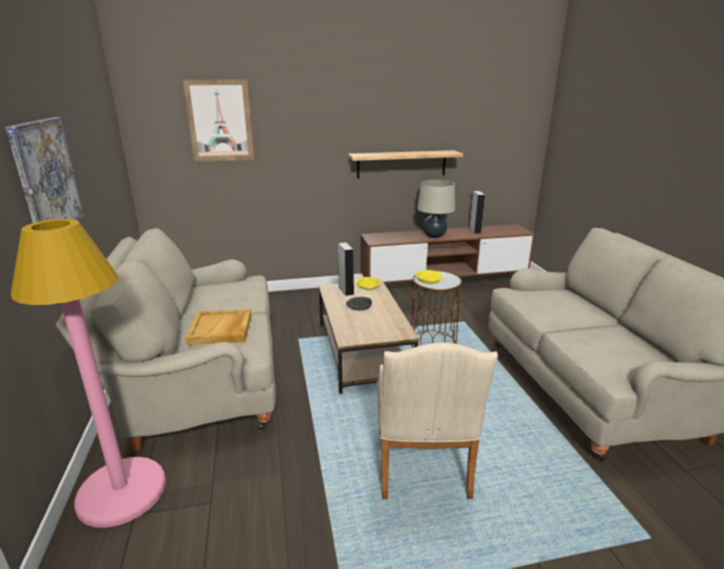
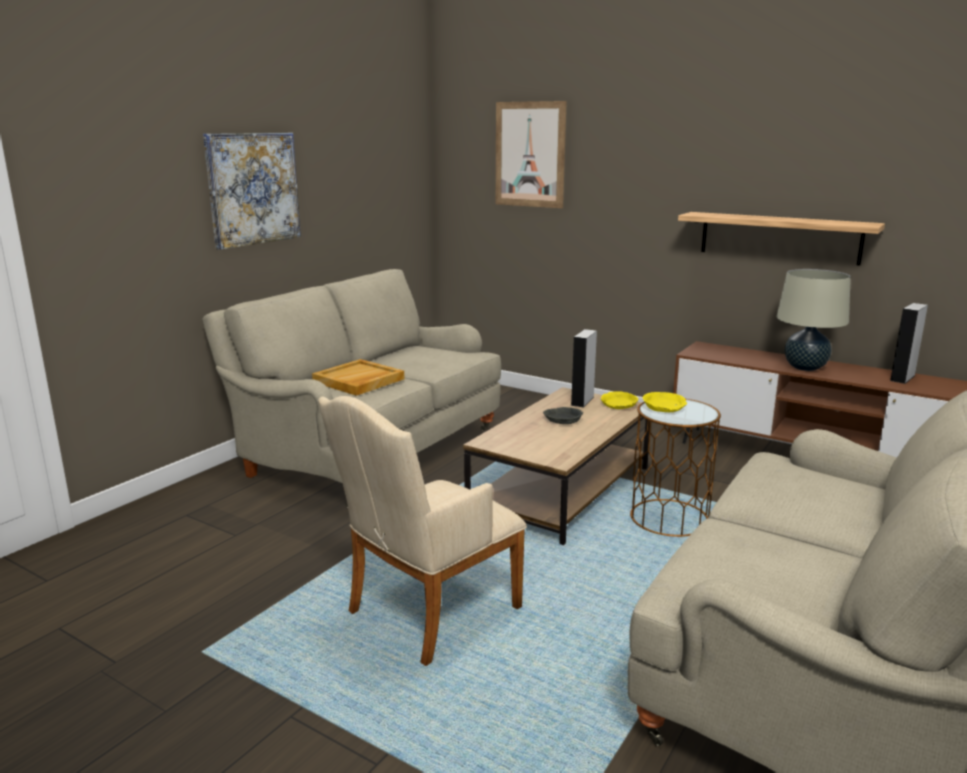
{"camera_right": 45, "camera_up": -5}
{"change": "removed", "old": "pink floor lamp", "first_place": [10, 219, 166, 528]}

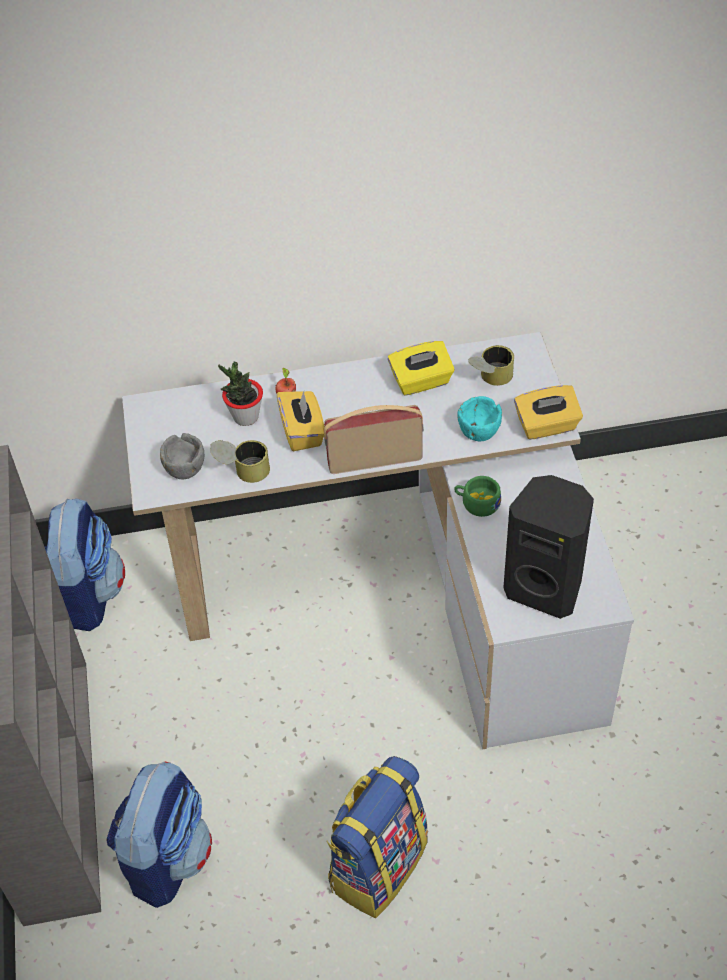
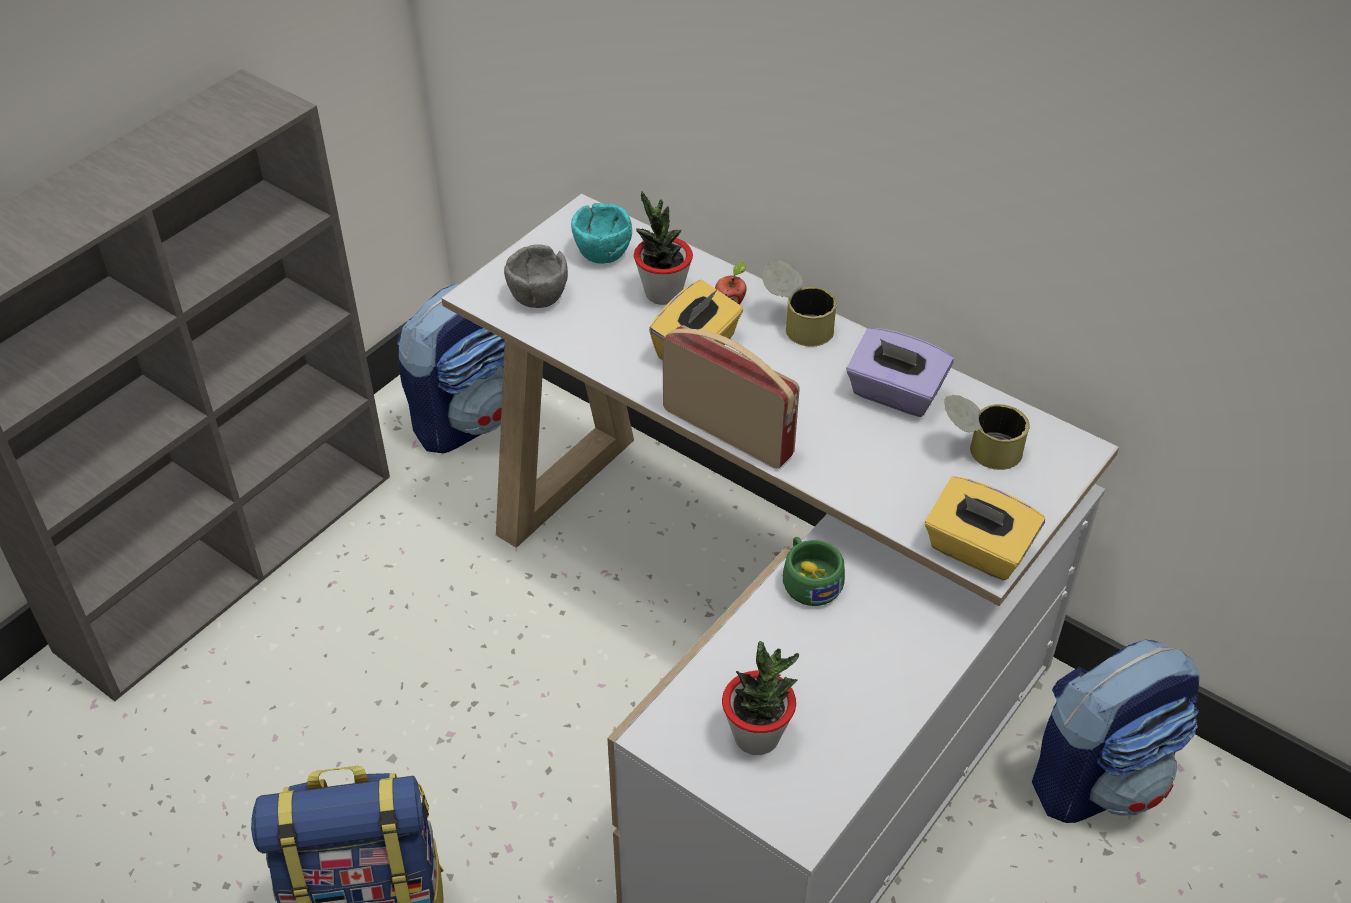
{"camera_right": 45, "camera_up": -5}
{"change": "recoloured", "old": "yellowish tissue holder", "new": "purplish tissue holder", "first_place": [388, 341, 455, 396], "second_place": [846, 328, 954, 417]}
{"change": "moved", "old": "turquoise-coloured bowl", "first_place": [457, 396, 502, 441], "second_place": [571, 203, 632, 264]}
{"change": "moved", "old": "can", "first_place": [210, 440, 270, 483], "second_place": [762, 260, 837, 347]}
{"change": "replaced", "old": "black-coloured audio speaker", "new": "houseplant", "first_place": [503, 475, 594, 619], "second_place": [722, 641, 799, 755]}
{"change": "moved", "old": "backpack", "first_place": [106, 761, 212, 908], "second_place": [1032, 640, 1200, 823]}

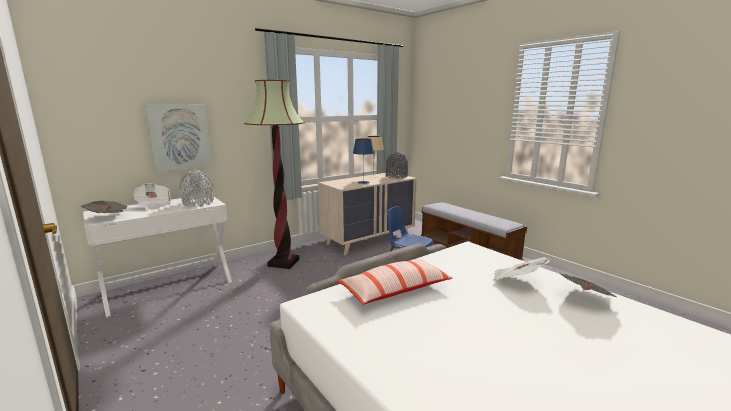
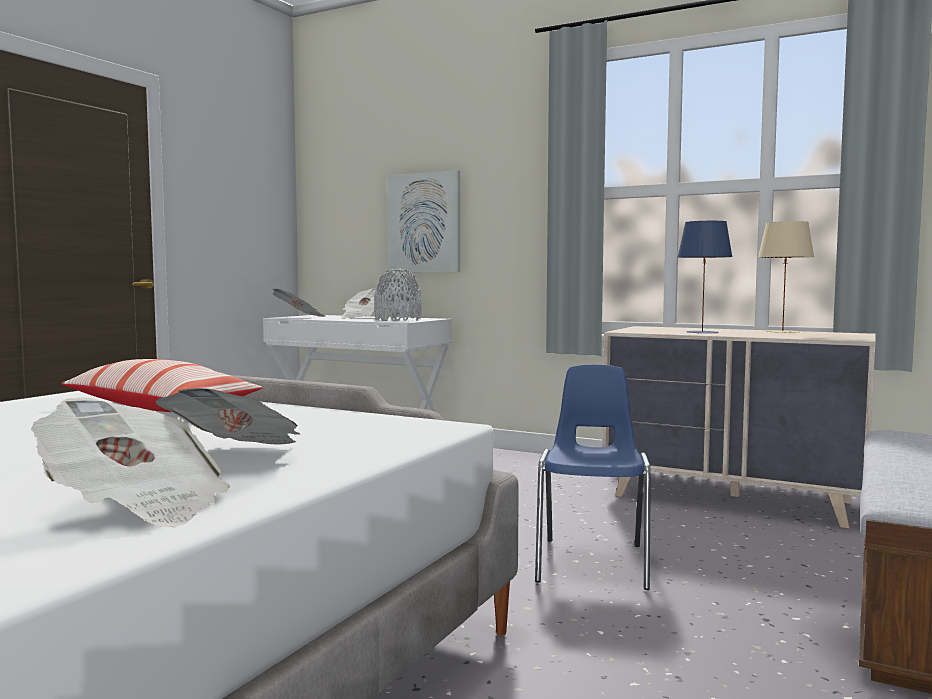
{"camera_right": 65, "camera_up": -10}
{"change": "removed", "old": "floor lamp", "first_place": [244, 80, 305, 269]}
{"change": "removed", "old": "gray flower vase", "first_place": [386, 152, 408, 178]}

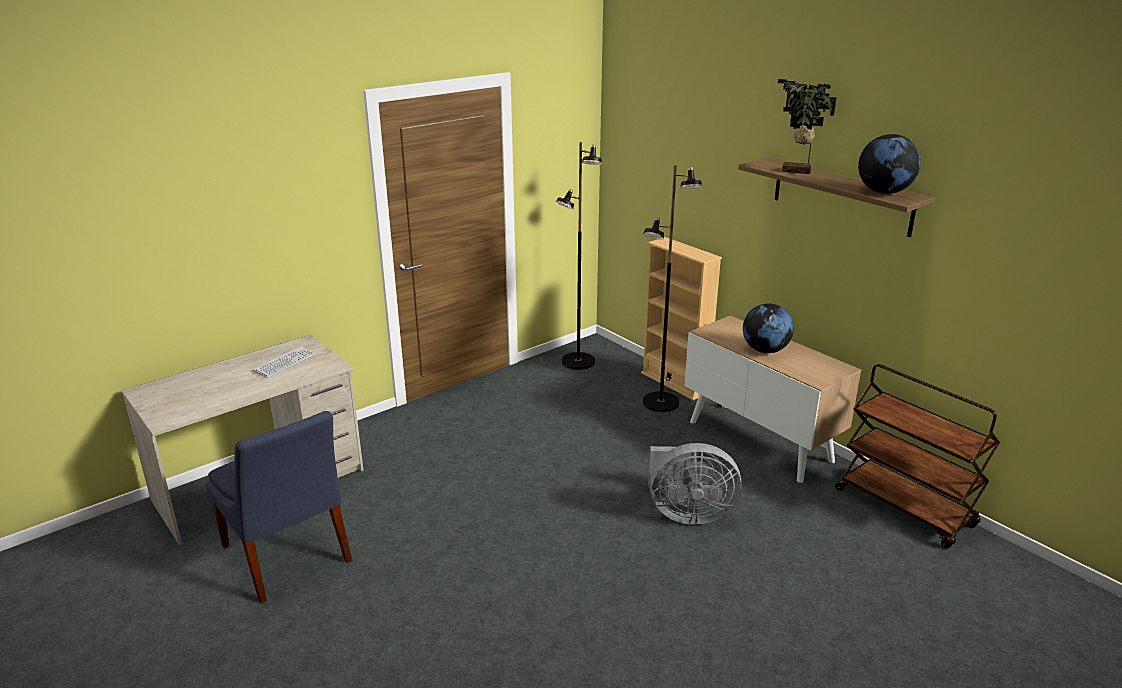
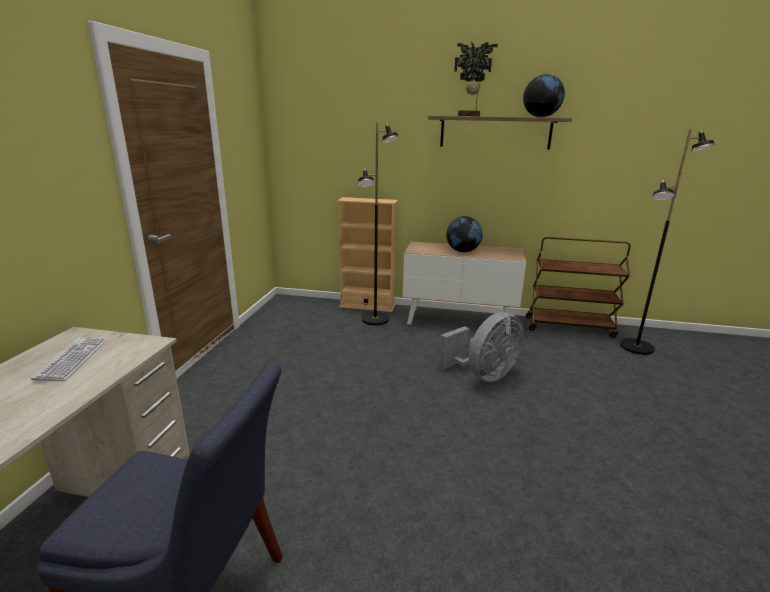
{"camera_right": -40, "camera_up": -5}
{"change": "moved", "old": "black-coloured floor lamp", "first_place": [556, 142, 602, 370], "second_place": [620, 129, 715, 355]}

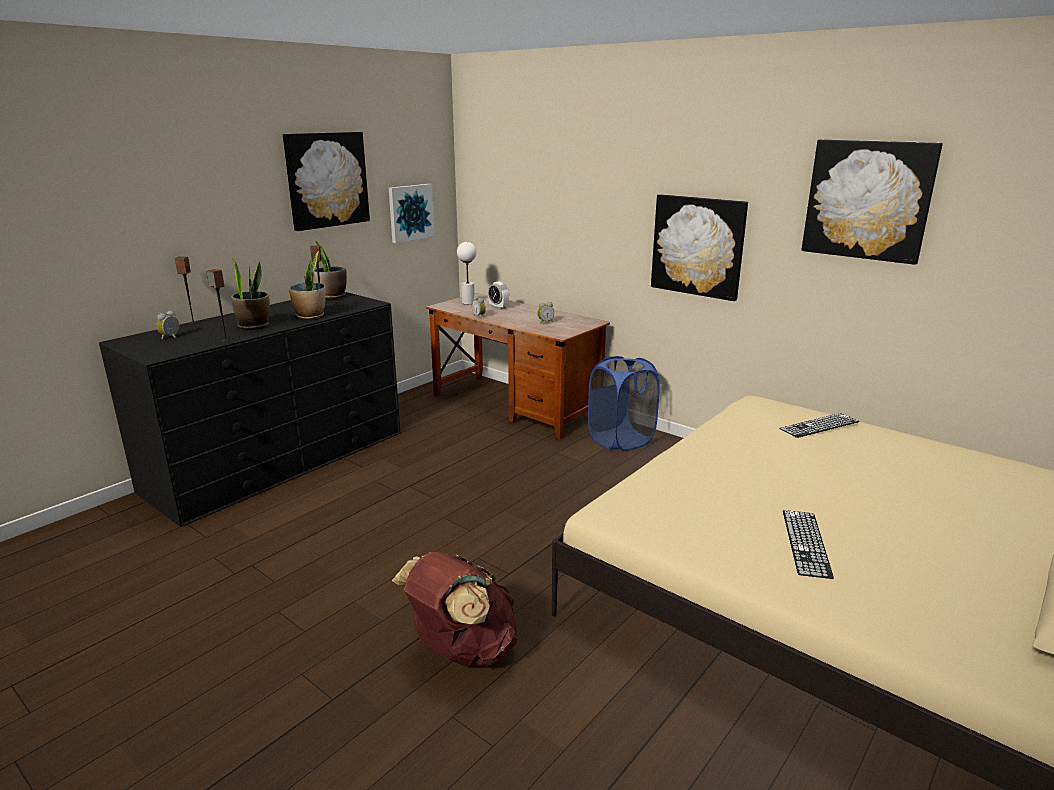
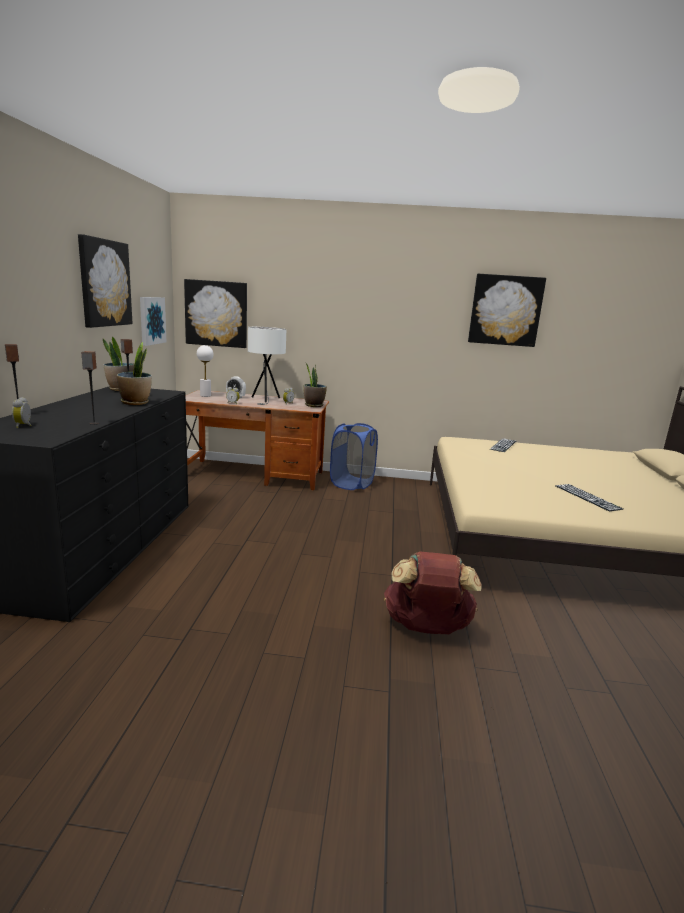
{"camera_right": -35, "camera_up": -5}
{"change": "moved", "old": "picture", "first_place": [651, 194, 748, 301], "second_place": [184, 279, 247, 348]}
{"change": "moved", "old": "houseplant", "first_place": [231, 258, 270, 330], "second_place": [304, 363, 327, 407]}
{"change": "added", "new": "white-coloured tabletop lamp", "second_place": [248, 327, 286, 405]}

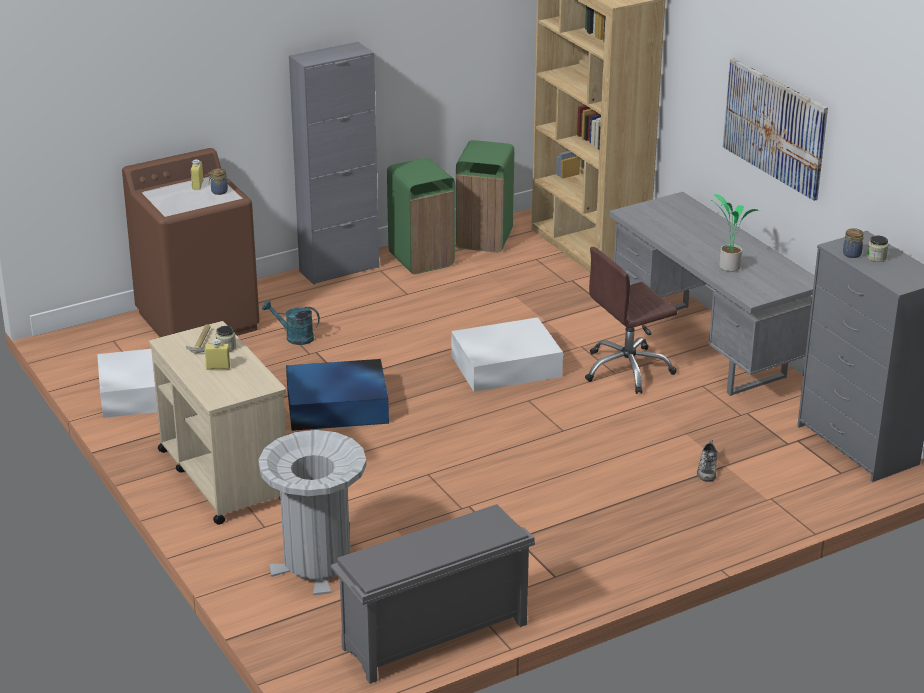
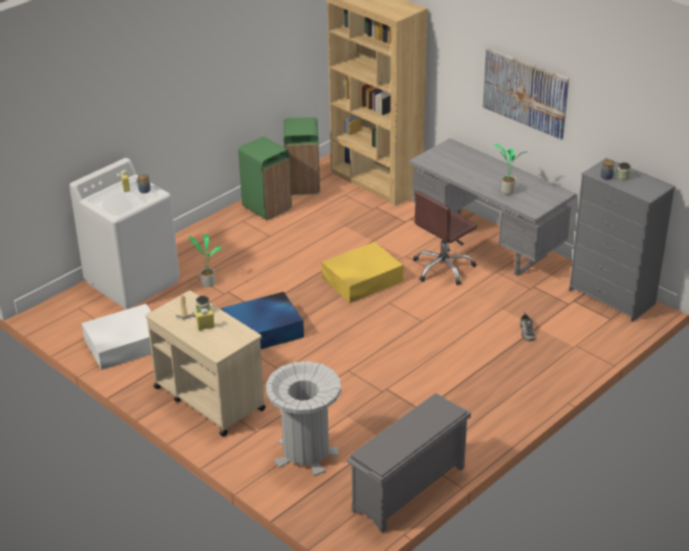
{"camera_right": -15, "camera_up": 5}
{"change": "removed", "old": "gray storage cabinet", "first_place": [289, 42, 379, 285]}
{"change": "recoloured", "old": "brown laundry machine", "new": "white-coloured laundry machine", "first_place": [122, 148, 260, 337], "second_place": [69, 158, 180, 309]}
{"change": "replaced", "old": "turquoise-coloured watering pot", "new": "houseplant", "first_place": [262, 300, 320, 345], "second_place": [188, 234, 222, 287]}
{"change": "recoloured", "old": "white-coloured storage container", "new": "yellowish storage container", "first_place": [451, 317, 563, 392], "second_place": [322, 242, 403, 303]}

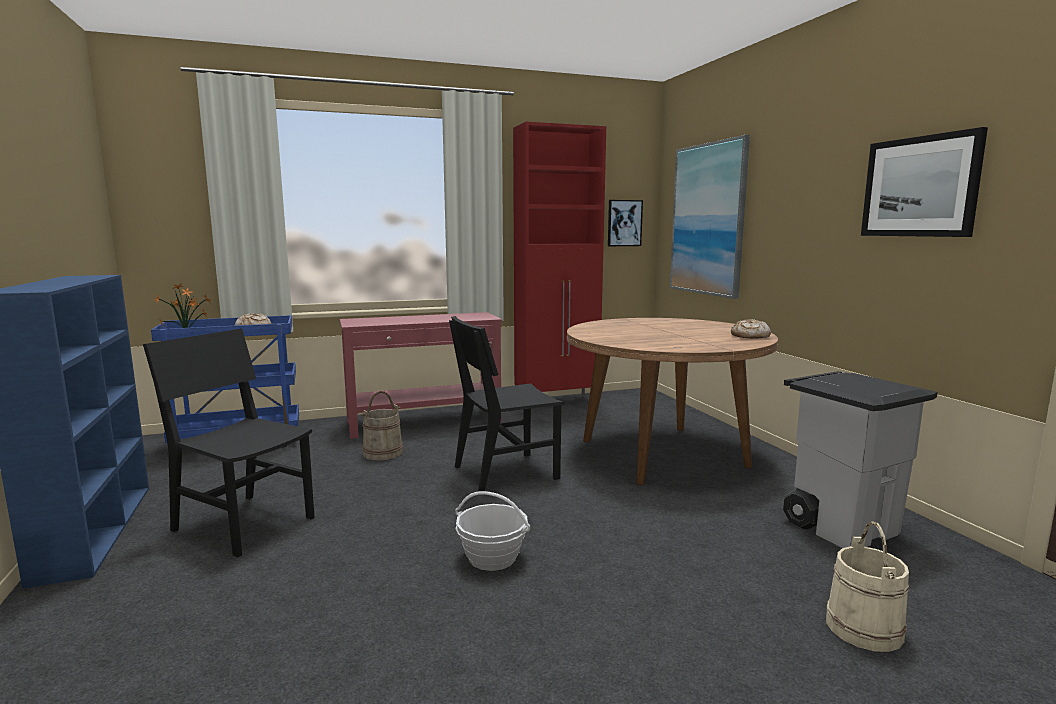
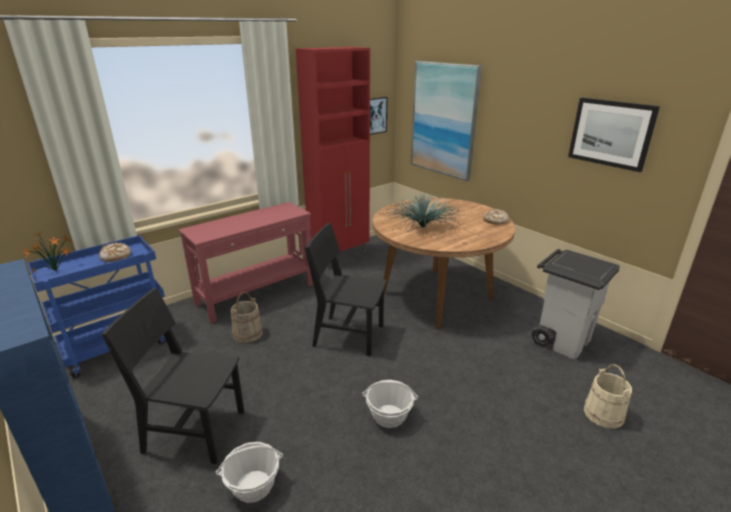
{"camera_right": -20, "camera_up": 15}
{"change": "turned", "old": "black-coloured plain chair", "first_place": [449, 316, 565, 491], "second_place": [305, 223, 386, 357], "degrees": 60}
{"change": "added", "new": "houseplant", "second_place": [378, 191, 467, 231]}
{"change": "added", "new": "household basket", "second_place": [216, 442, 283, 503]}

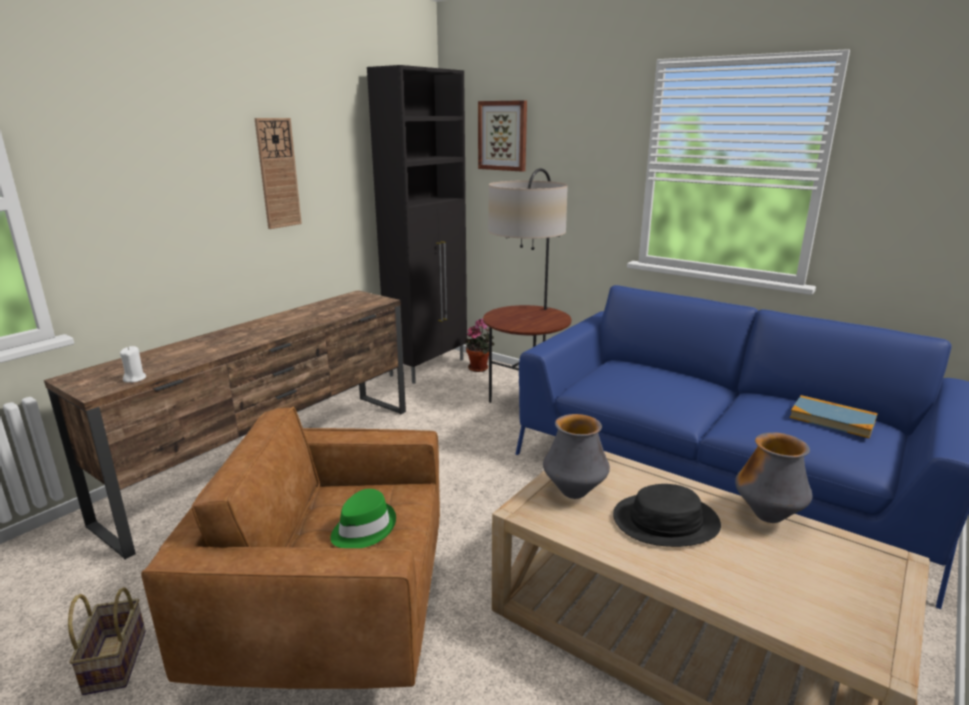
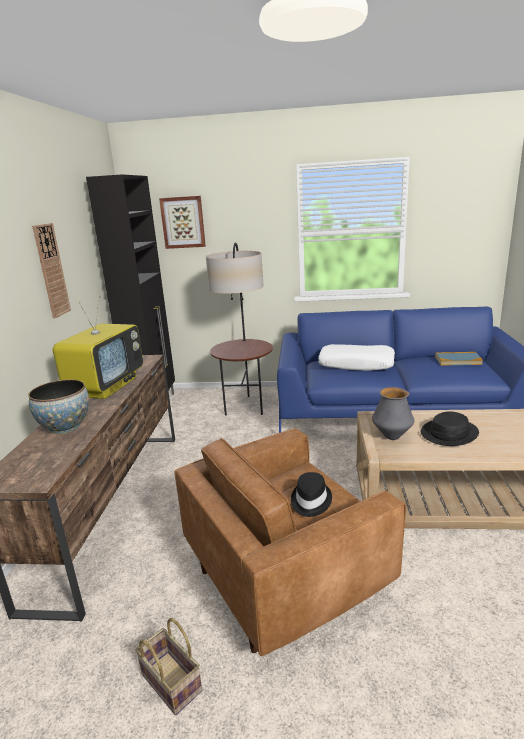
{"camera_right": -30, "camera_up": 0}
{"change": "removed", "old": "houseplant", "first_place": [465, 318, 494, 372]}
{"change": "removed", "old": "white-coloured wax candle", "first_place": [120, 346, 146, 383]}
{"change": "removed", "old": "flower vase", "first_place": [735, 432, 812, 523]}
{"change": "recoloured", "old": "green-coloured hat", "new": "black-coloured hat", "first_place": [330, 489, 396, 548], "second_place": [291, 472, 332, 517]}
{"change": "added", "new": "television", "second_place": [53, 296, 143, 399]}
{"change": "added", "new": "white-coloured throw pillow", "second_place": [318, 344, 395, 371]}
{"change": "added", "new": "bowl", "second_place": [28, 379, 89, 434]}

